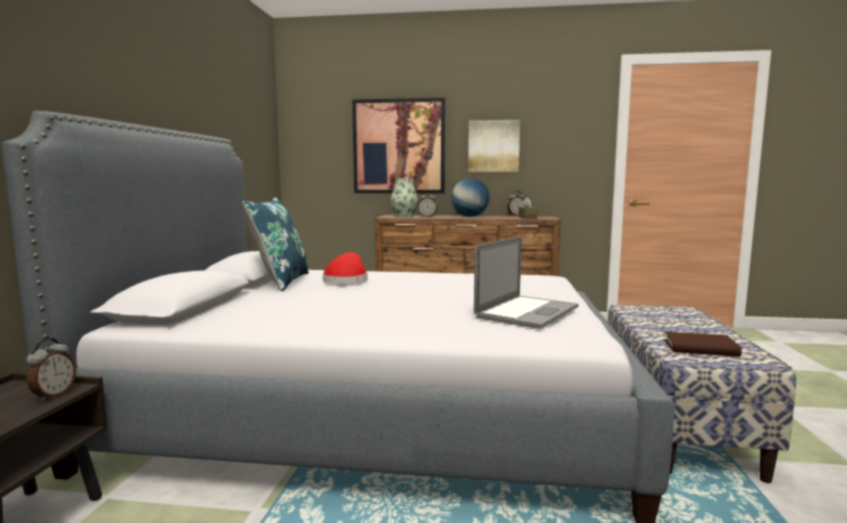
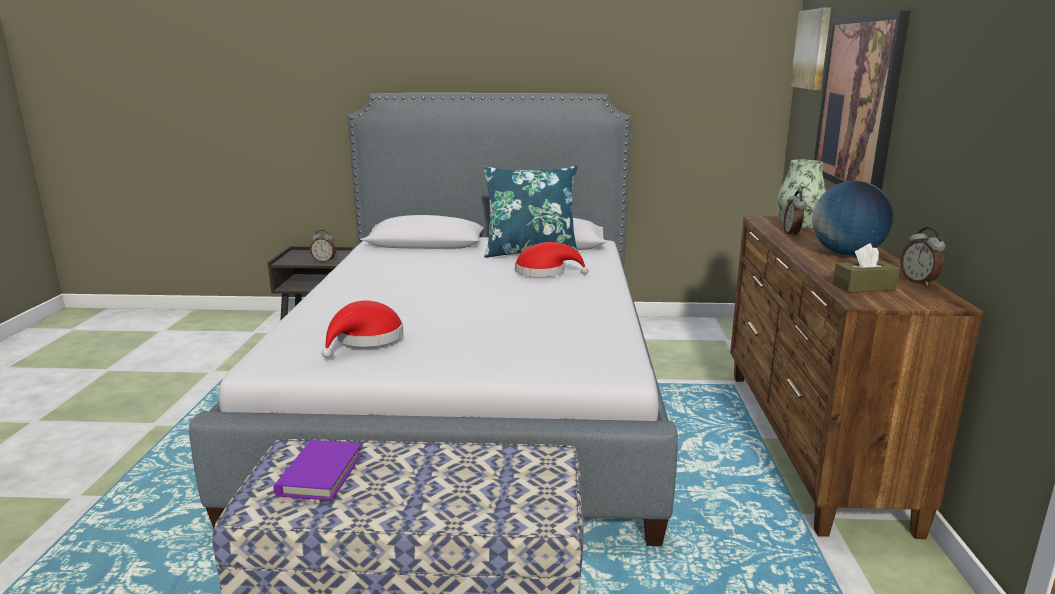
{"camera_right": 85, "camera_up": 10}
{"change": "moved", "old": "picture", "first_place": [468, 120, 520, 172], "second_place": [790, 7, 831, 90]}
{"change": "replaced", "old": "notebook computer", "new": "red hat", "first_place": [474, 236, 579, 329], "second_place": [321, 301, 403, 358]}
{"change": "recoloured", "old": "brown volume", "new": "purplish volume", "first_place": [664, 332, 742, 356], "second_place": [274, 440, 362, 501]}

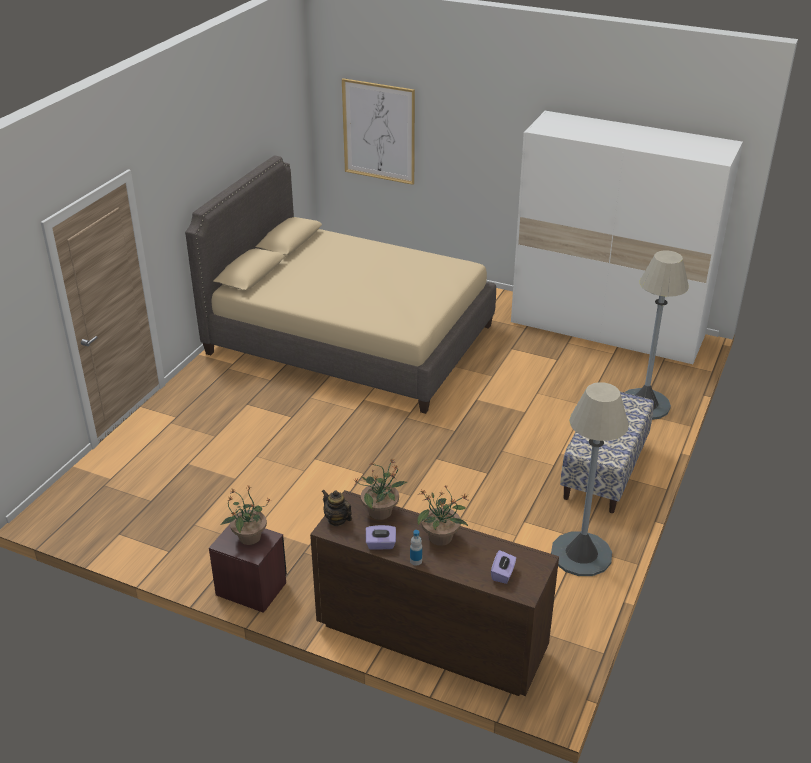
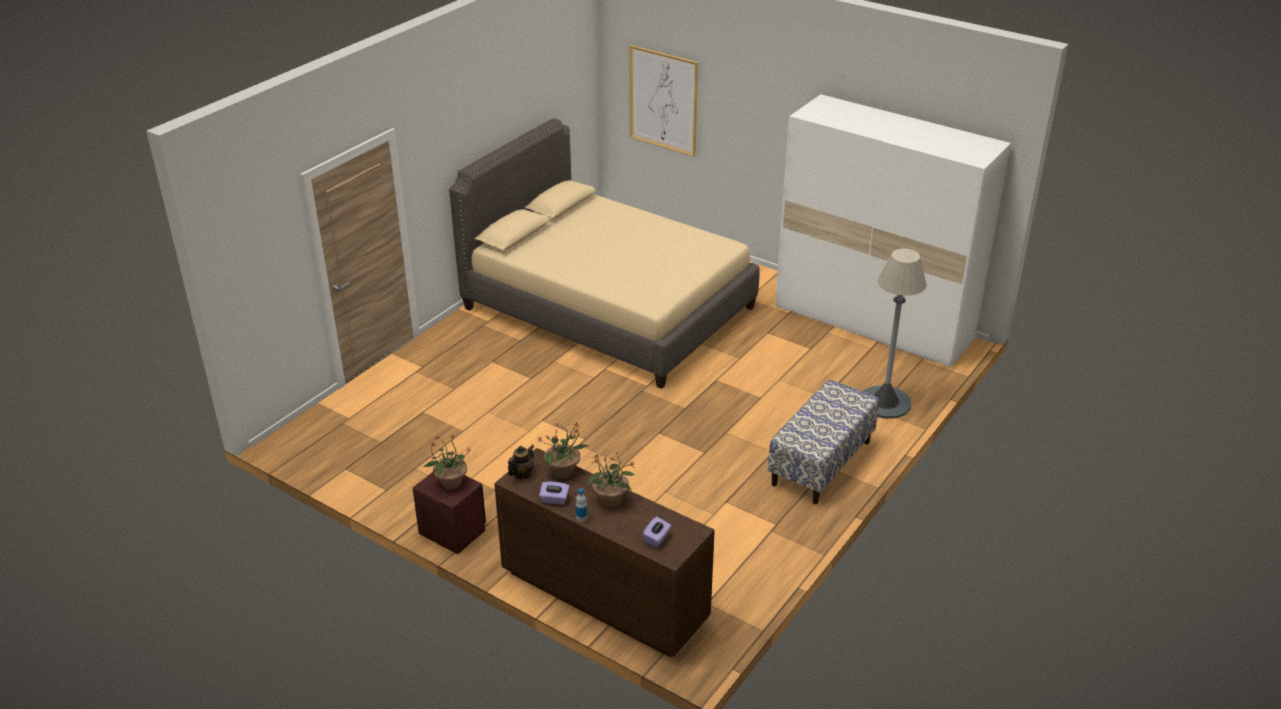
{"camera_right": 10, "camera_up": 0}
{"change": "removed", "old": "gray floor lamp", "first_place": [551, 382, 629, 576]}
{"change": "turned", "old": "teapot", "first_place": [322, 490, 352, 526], "second_place": [508, 445, 534, 479], "degrees": 75}

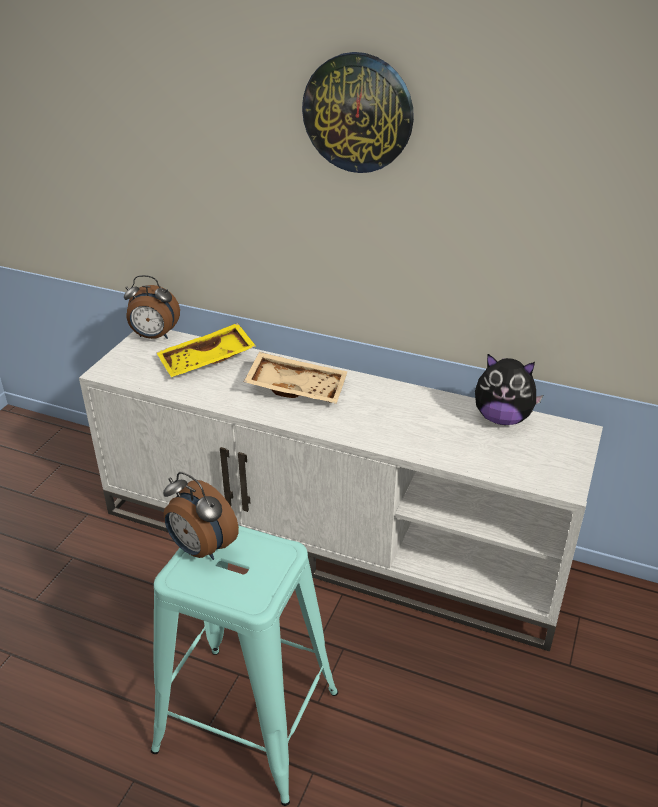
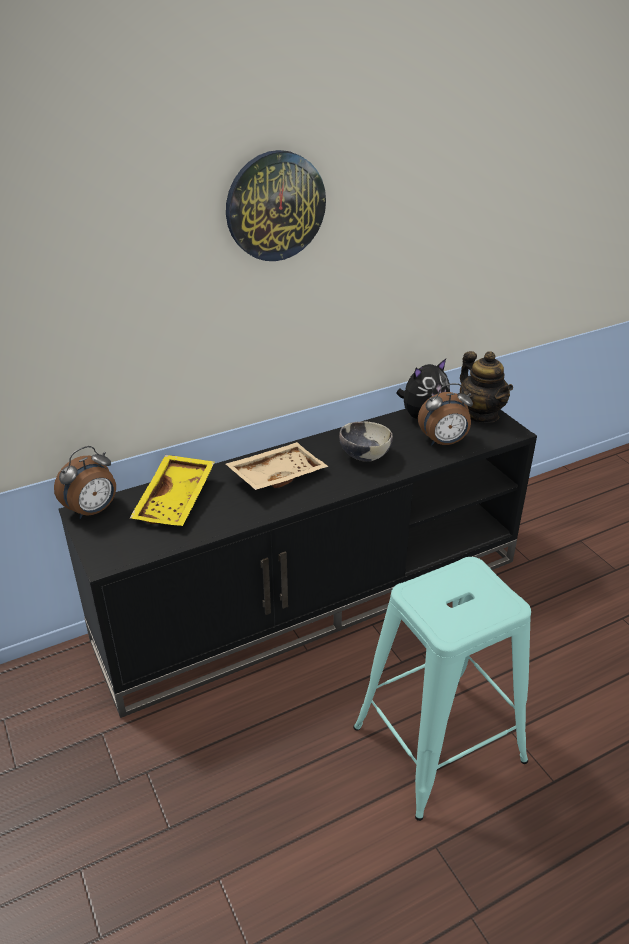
{"camera_right": -50, "camera_up": 0}
{"change": "recoloured", "old": "white-coloured tv unit", "new": "black-coloured tv unit", "first_place": [79, 330, 603, 651], "second_place": [58, 393, 537, 718]}
{"change": "moved", "old": "bedside clock", "first_place": [163, 472, 239, 560], "second_place": [418, 383, 473, 445]}
{"change": "added", "new": "teapot", "second_place": [460, 351, 513, 423]}
{"change": "added", "new": "bowl", "second_place": [339, 421, 393, 462]}

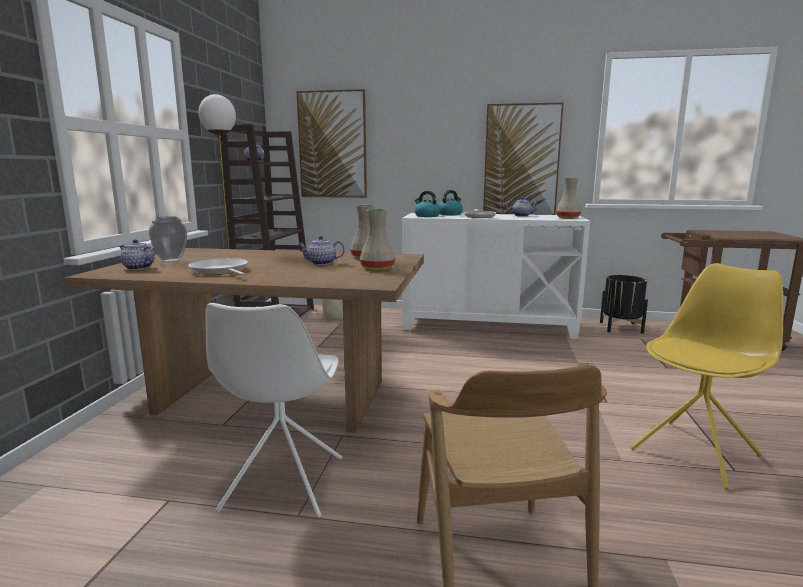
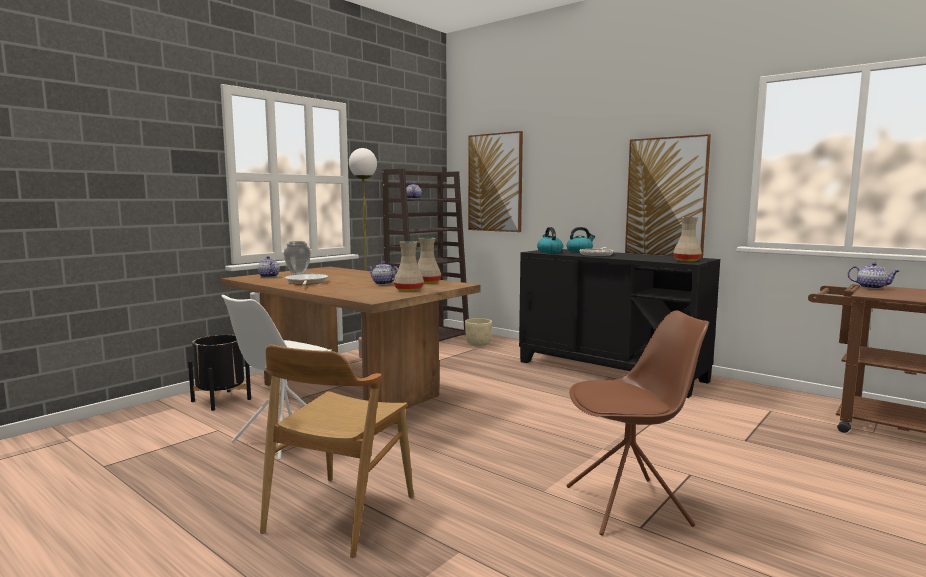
{"camera_right": 30, "camera_up": -5}
{"change": "moved", "old": "teapot", "first_place": [506, 197, 538, 217], "second_place": [848, 263, 899, 289]}
{"change": "recoloured", "old": "white-coloured storage cabinet", "new": "black-coloured storage cabinet", "first_place": [402, 213, 590, 339], "second_place": [519, 249, 720, 398]}
{"change": "recoloured", "old": "yellowish plain chair", "new": "brown plain chair", "first_place": [631, 263, 783, 490], "second_place": [566, 310, 709, 536]}
{"change": "moved", "old": "black-coloured plant pot", "first_place": [600, 275, 648, 334], "second_place": [188, 335, 251, 411]}

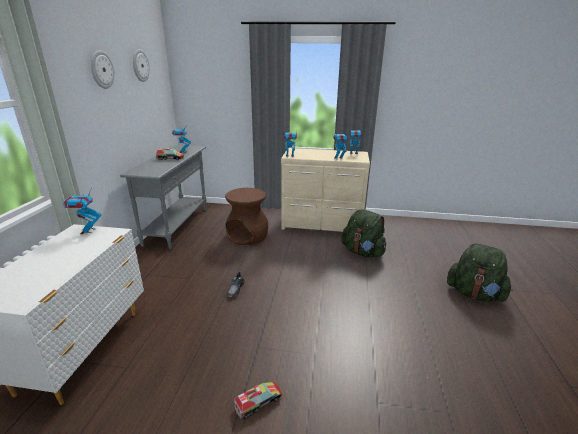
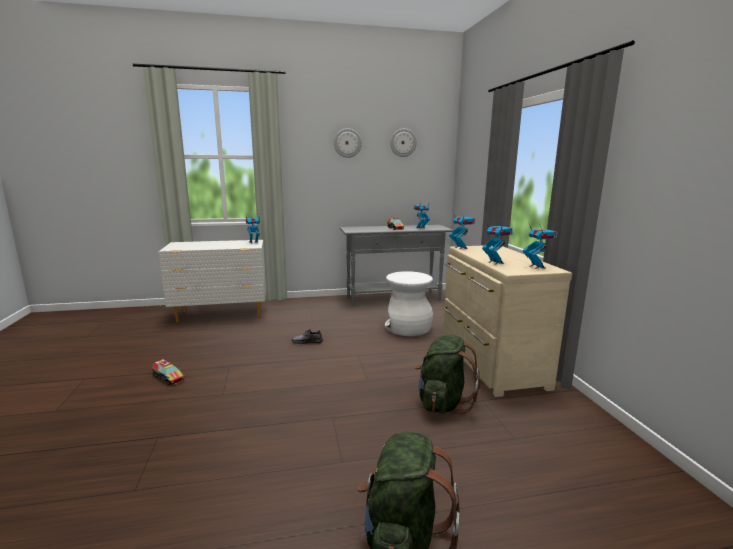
{"camera_right": 70, "camera_up": -10}
{"change": "recoloured", "old": "brown stool seat", "new": "white-coloured stool seat", "first_place": [225, 188, 268, 245], "second_place": [385, 271, 433, 336]}

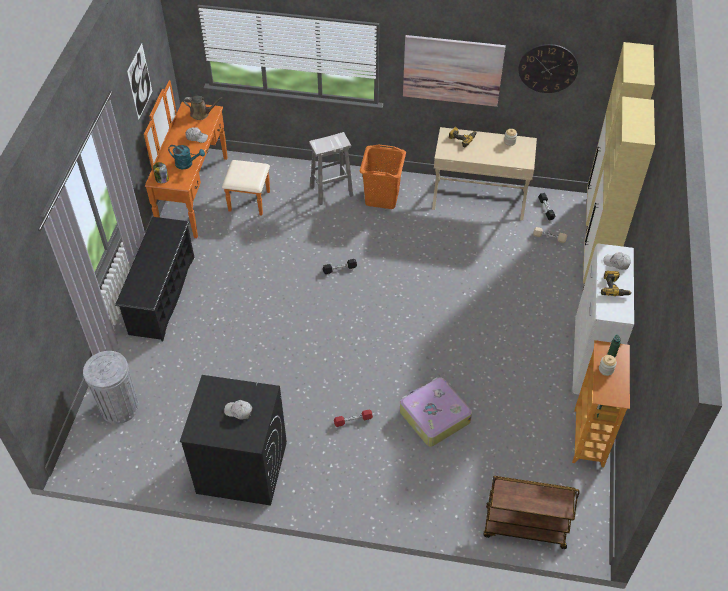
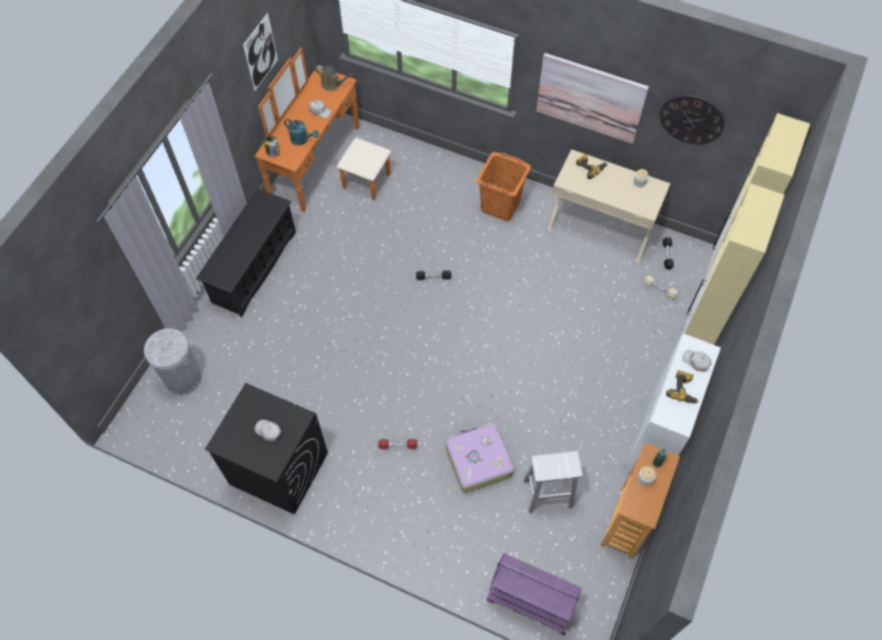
{"camera_right": 15, "camera_up": 10}
{"change": "moved", "old": "white-coloured stool seat", "first_place": [309, 132, 353, 205], "second_place": [524, 451, 583, 513]}
{"change": "recoloured", "old": "brown cart", "new": "purplish cart", "first_place": [483, 476, 579, 549], "second_place": [486, 553, 582, 635]}

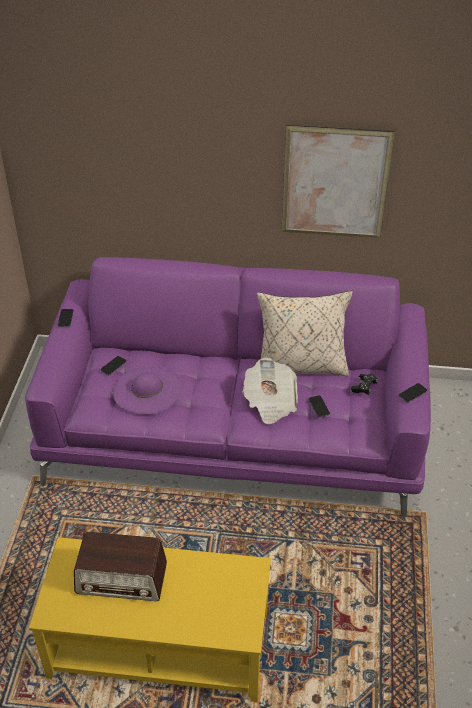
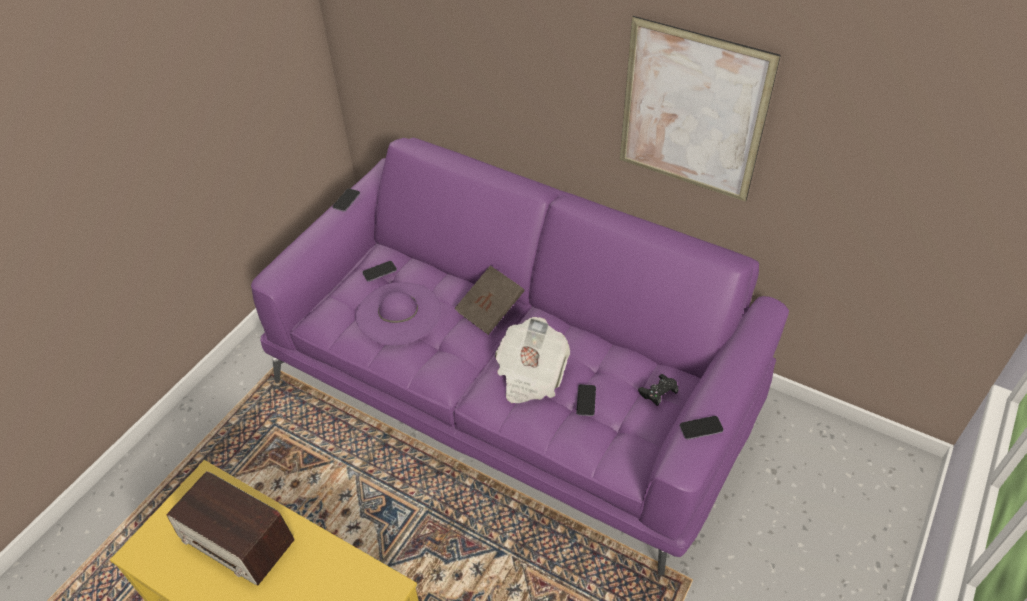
{"camera_right": 25, "camera_up": 5}
{"change": "removed", "old": "beige-coloured throw pillow", "first_place": [257, 291, 353, 376]}
{"change": "added", "new": "brown volume", "second_place": [454, 265, 525, 335]}

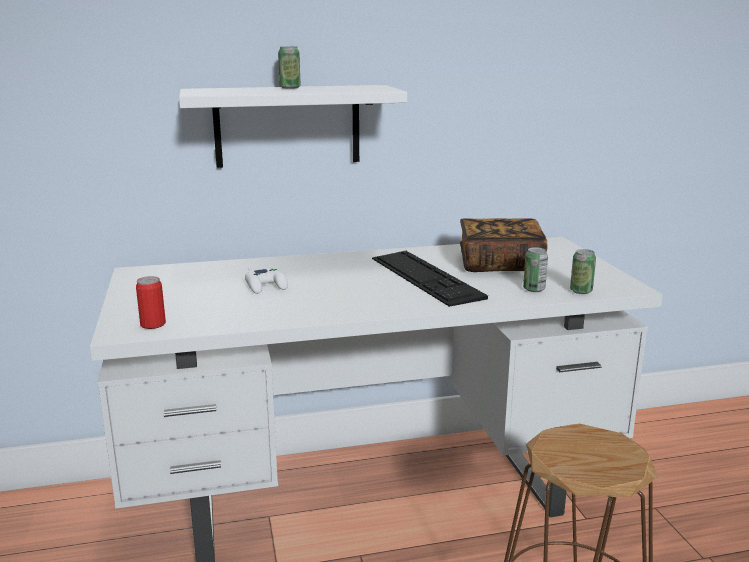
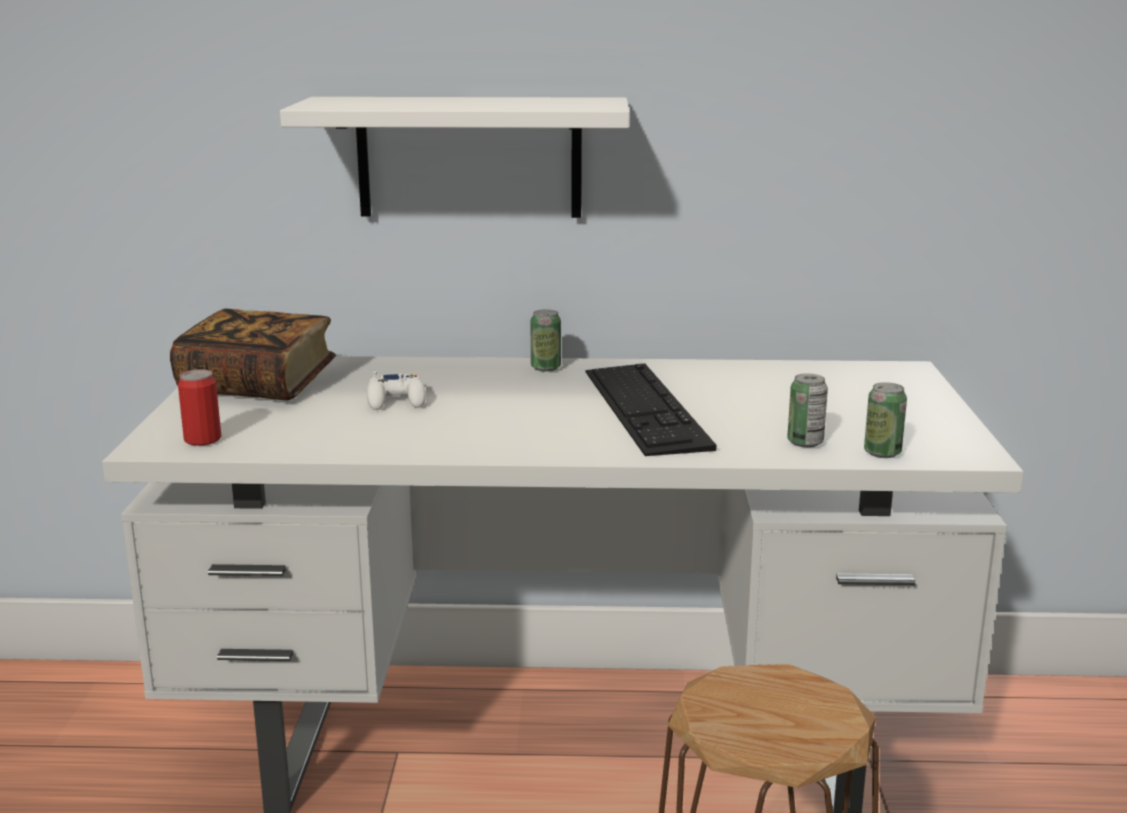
{"camera_right": 15, "camera_up": 0}
{"change": "moved", "old": "can", "first_place": [278, 46, 301, 89], "second_place": [530, 309, 561, 371]}
{"change": "moved", "old": "volume", "first_place": [460, 218, 548, 272], "second_place": [170, 309, 336, 400]}

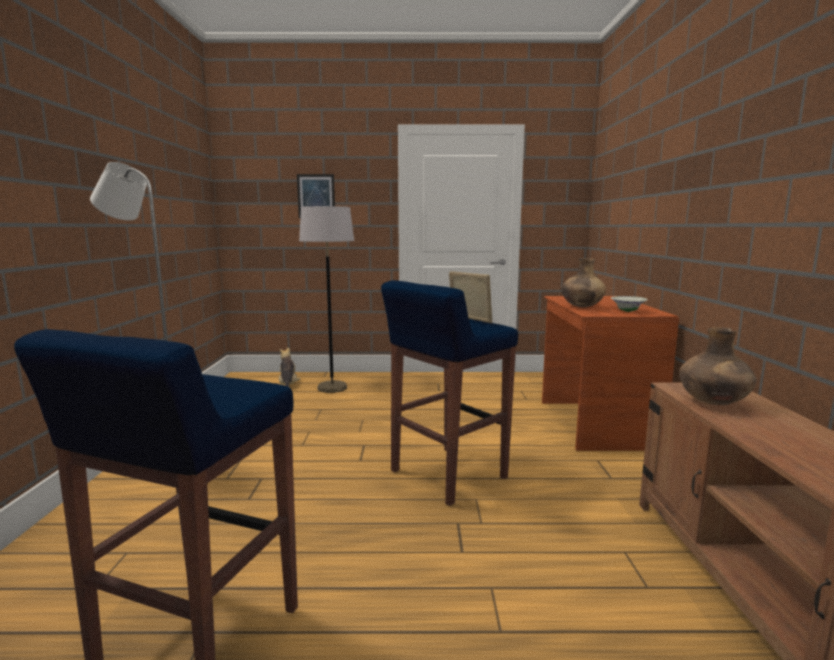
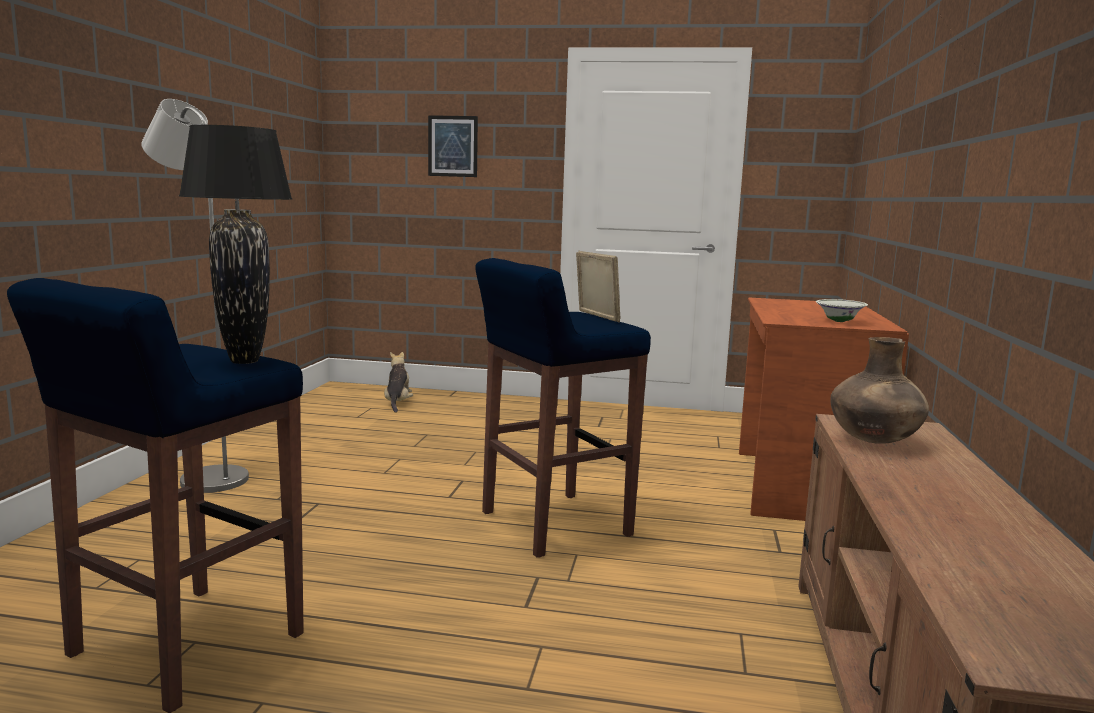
{"camera_right": 10, "camera_up": 0}
{"change": "removed", "old": "gray floor lamp", "first_place": [299, 206, 354, 393]}
{"change": "removed", "old": "brown flower vase", "first_place": [561, 258, 606, 307]}
{"change": "added", "new": "black-coloured tabletop lamp", "second_place": [179, 125, 292, 364]}

